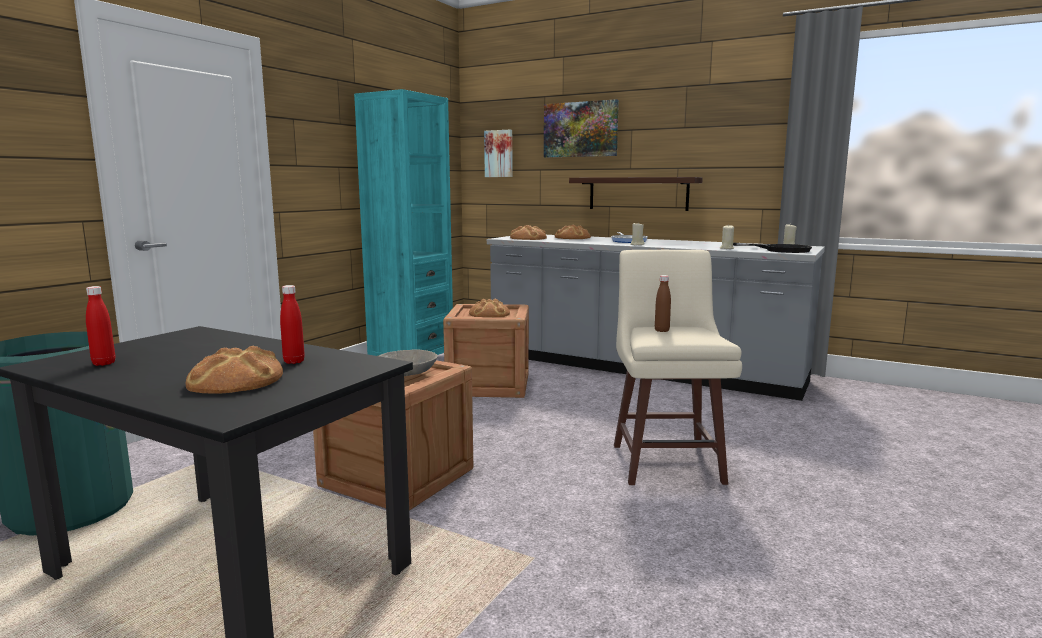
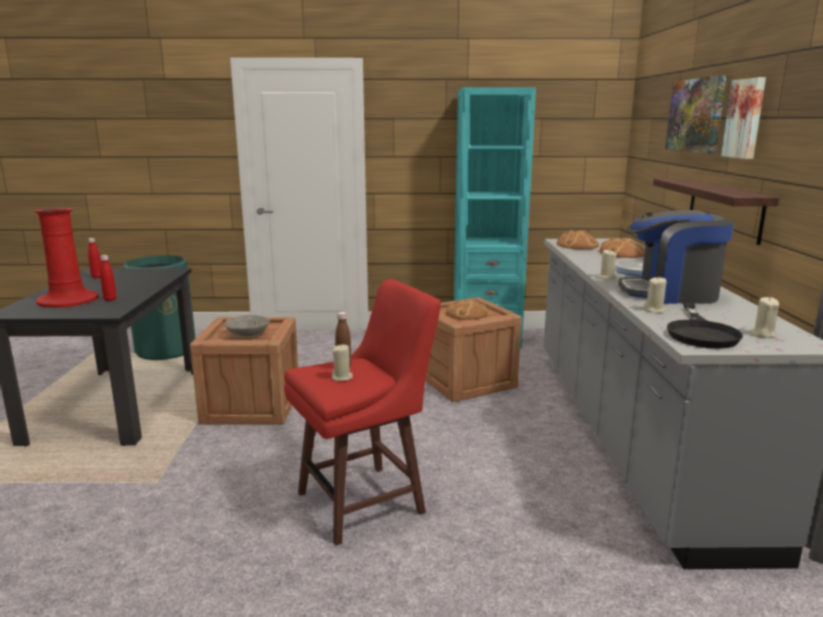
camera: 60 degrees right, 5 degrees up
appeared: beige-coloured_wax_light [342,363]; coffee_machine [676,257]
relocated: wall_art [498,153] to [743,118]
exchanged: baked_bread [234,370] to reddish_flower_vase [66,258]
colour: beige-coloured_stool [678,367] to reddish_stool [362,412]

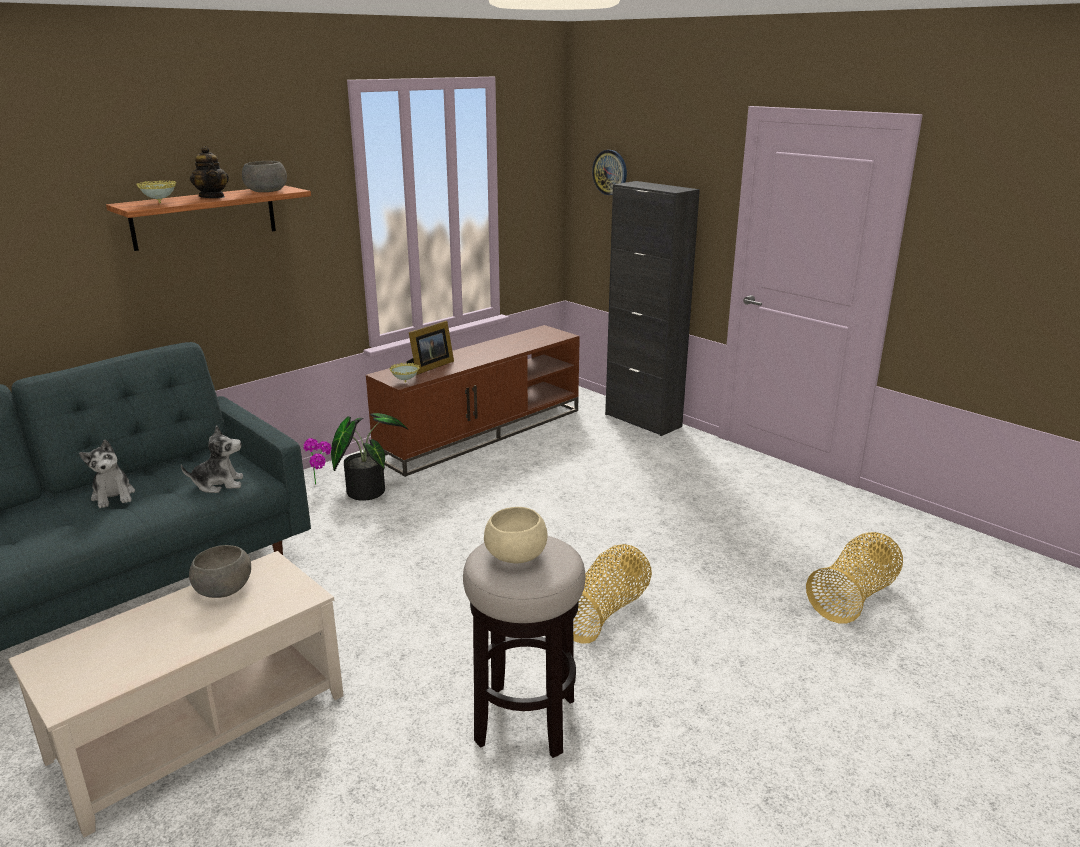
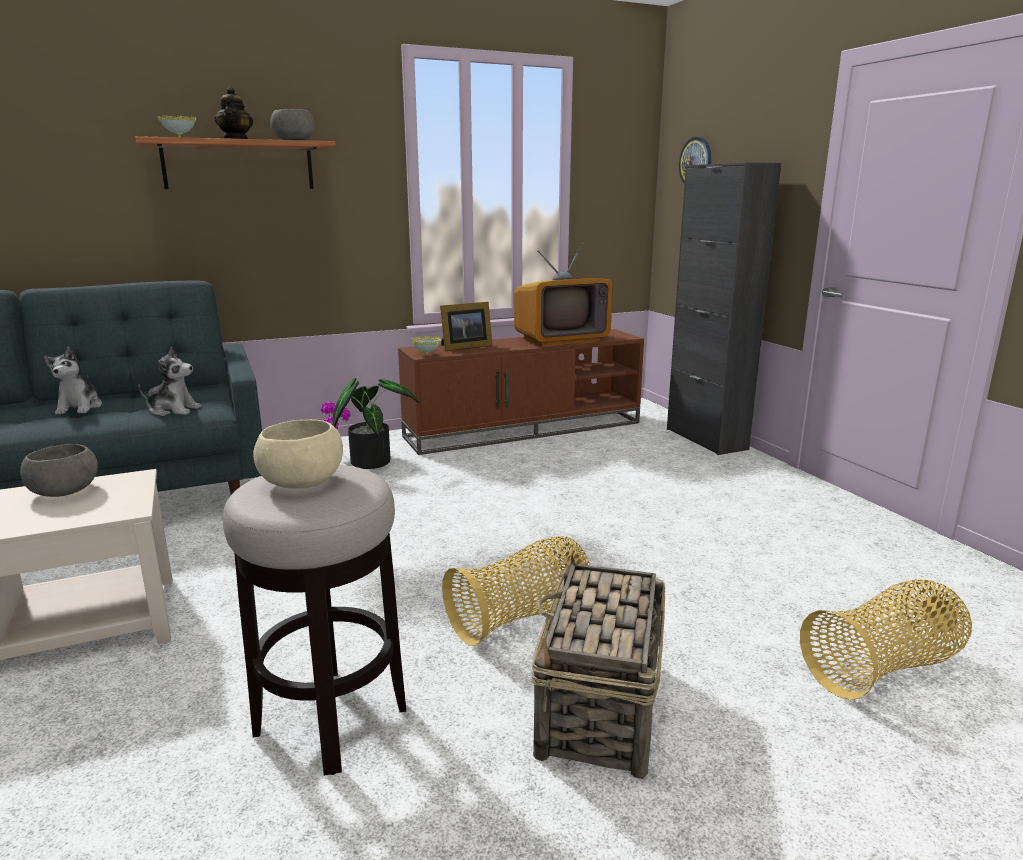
camera: 20 degrees right, 5 degrees down
appeared: TV_set [563,294]; household_basket [598,666]

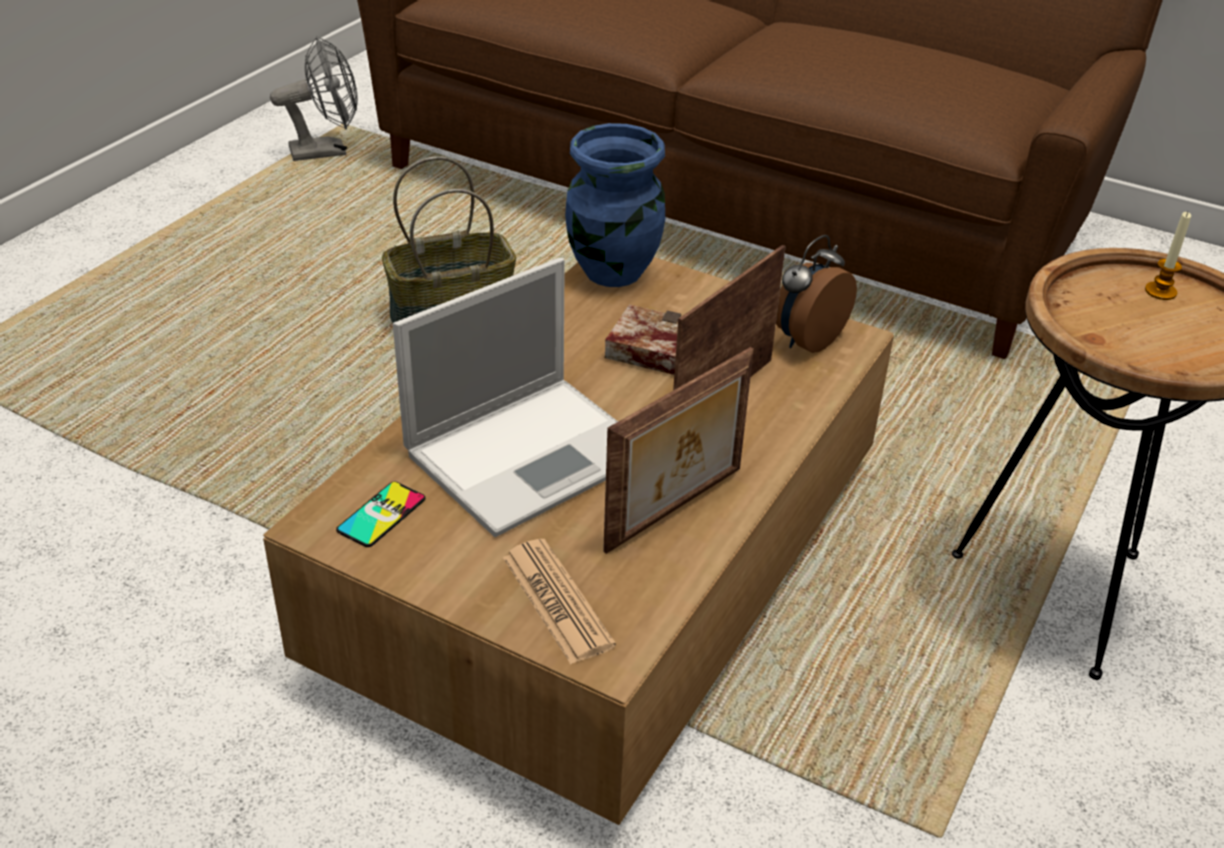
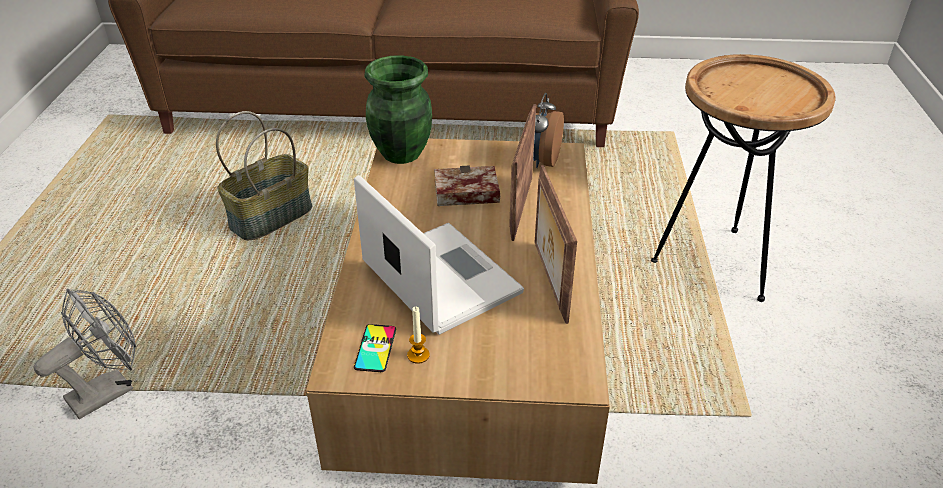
camera: 25 degrees left, 0 degrees up
missing: newspaper [559,601]
relocated: gray_electric_fan [314,98] to [85,354]; wax_light [1168,256] to [418,335]
colour: blue_flower_vase [615,205] to greenish_flower_vase [398,109]
spun: laptop [505,397] = [439,255] 60 degrees counterclockwise; photo_frame [678,450] = [556,244] 150 degrees clockwise

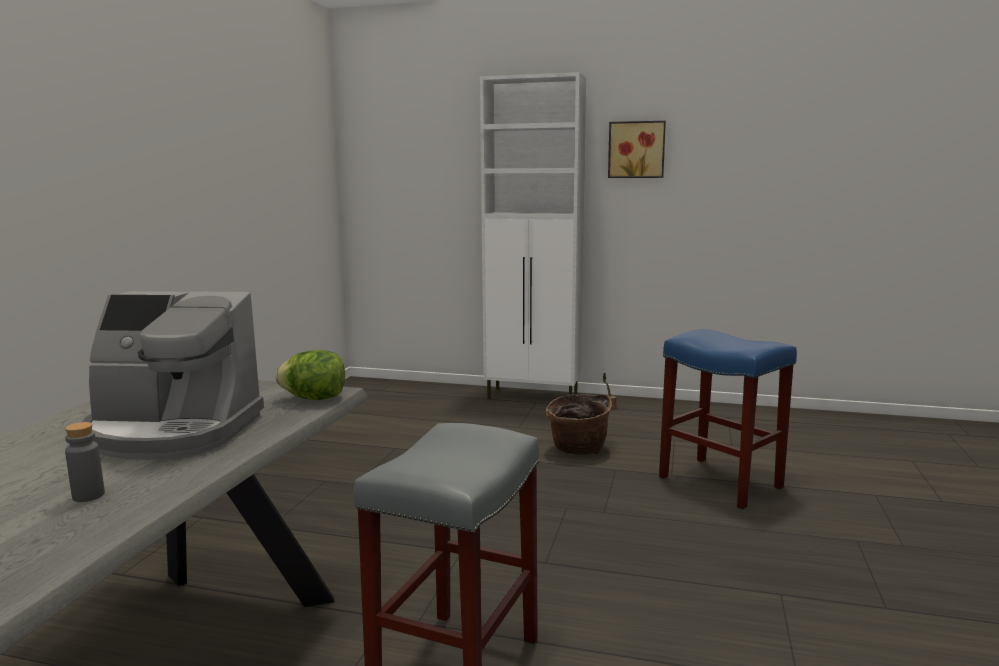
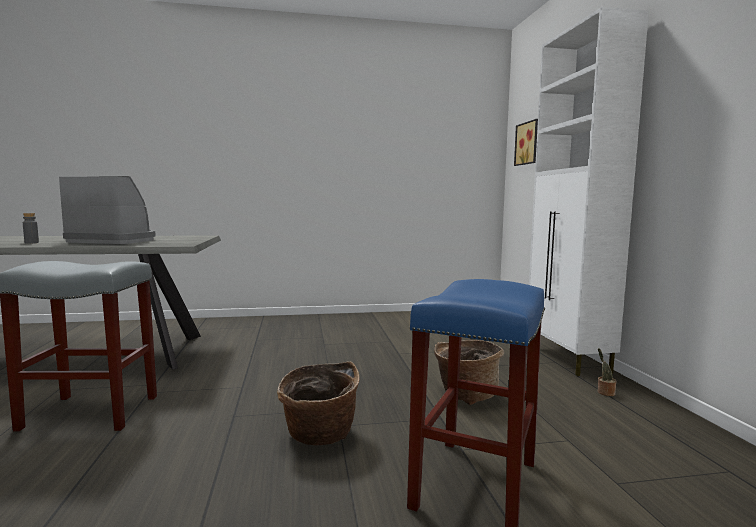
camera: 65 degrees right, 5 degrees down
missing: lettuce [310,375]
appeared: household_basket [318,403]
relocated: wall_art [637,149] to [526,142]
spun: coffee_machine [173,375] = [107,210] 120 degrees clockwise

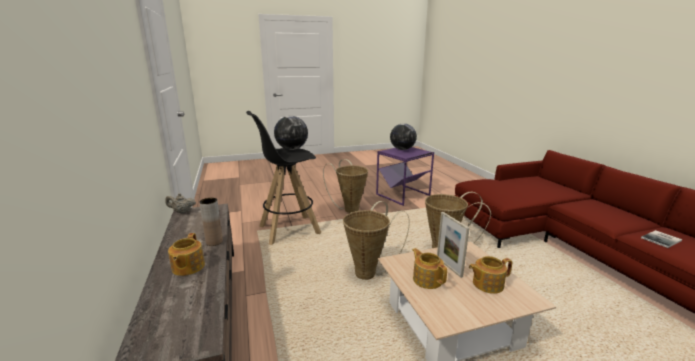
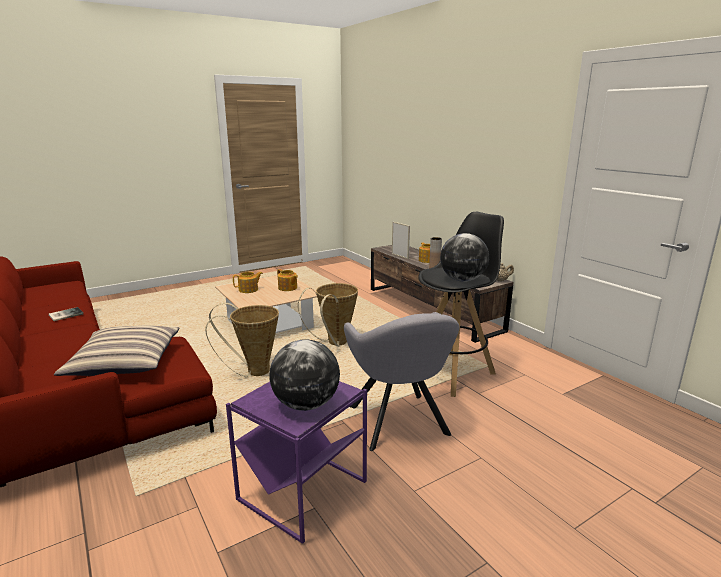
camera: 165 degrees right, 0 degrees up
appeared: pillow [116,351]
relocated: photo_frame [453,245] to [401,240]
exchanged: household_basket [345,186] to gray_easy_chair [402,381]

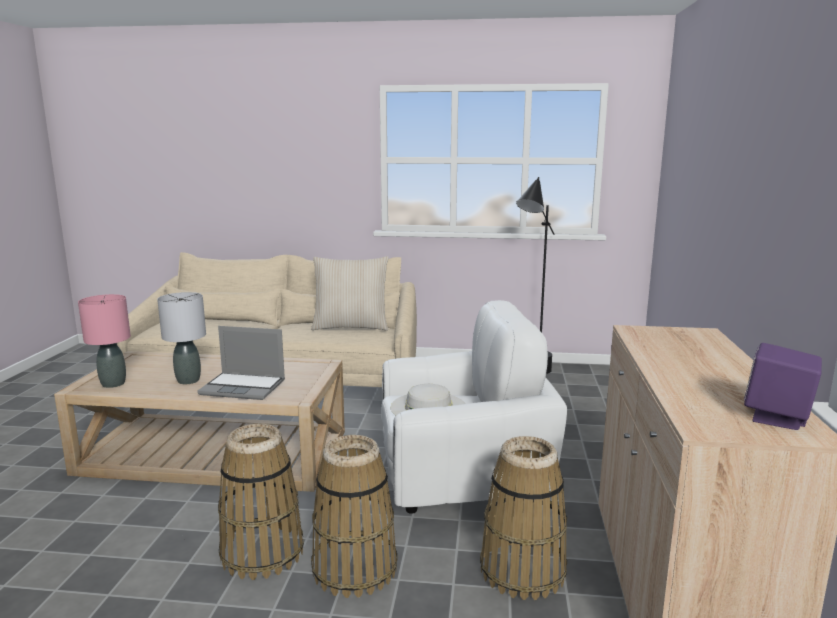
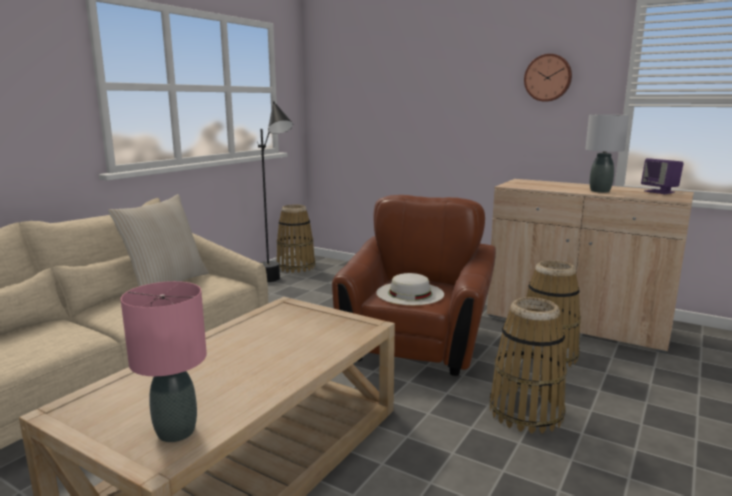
camera: 65 degrees left, 0 degrees up
missing: laptop [241,363]
appeared: wall_clock [548,78]
relocated: gray_table_lamp [181,338] to [607,153]; household_basket [261,502] to [295,239]
colour: whitish_easy_chair [474,407] to brown_easy_chair [414,285]

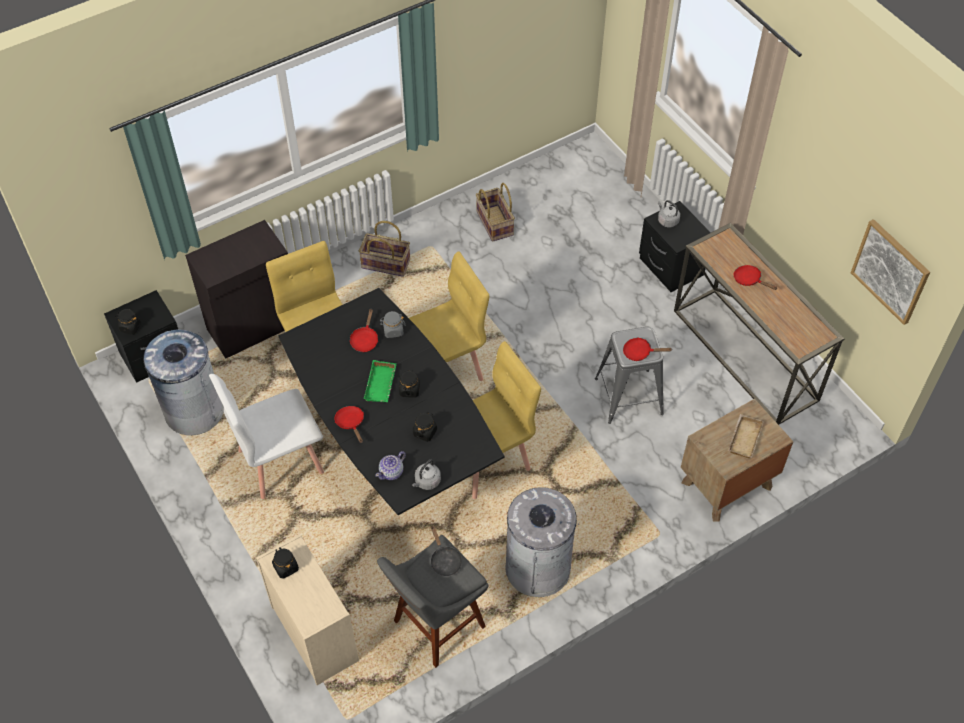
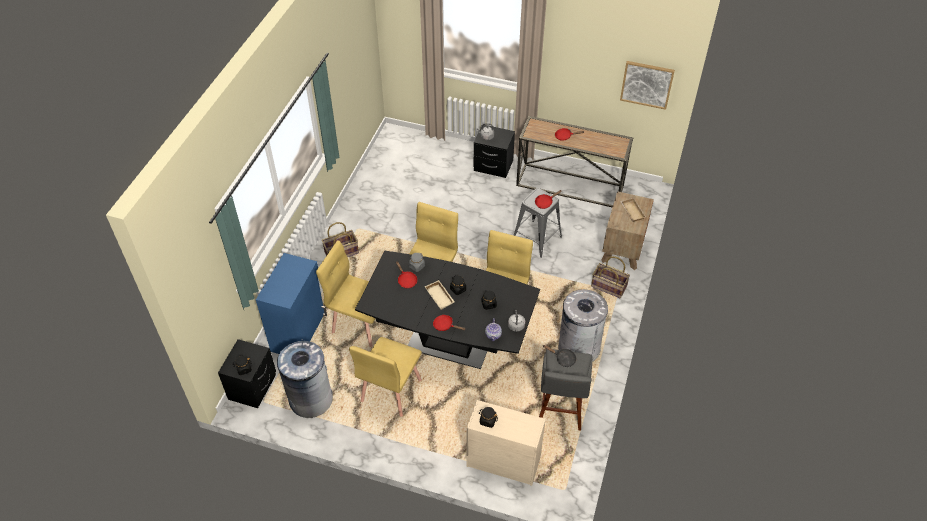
camera: 40 degrees left, 5 degrees down
relocated: household_basket [495,212] to [610,277]
colour: blackish_storage_cabinet [236,289] to blue_storage_cabinet [291,303]; whitish_upright_chair [266,436] to yellowish_upright_chair [385,377]; greenish_carrying_tray [380,381] to beige-coloured_carrying_tray [440,295]

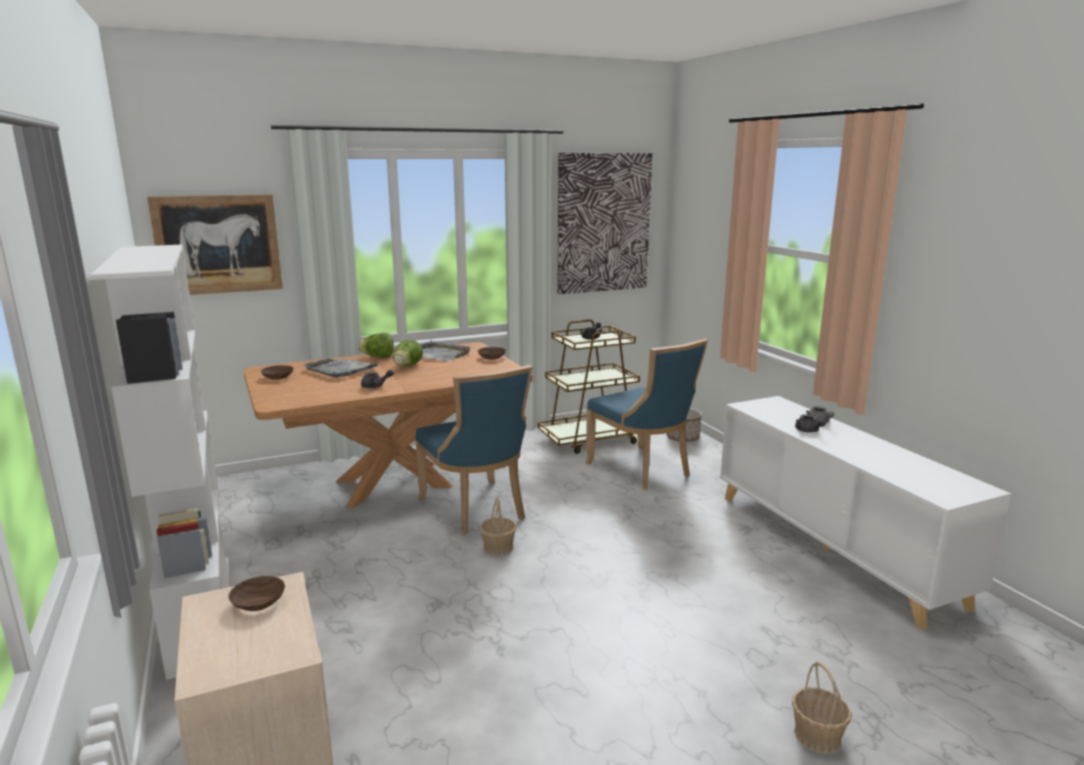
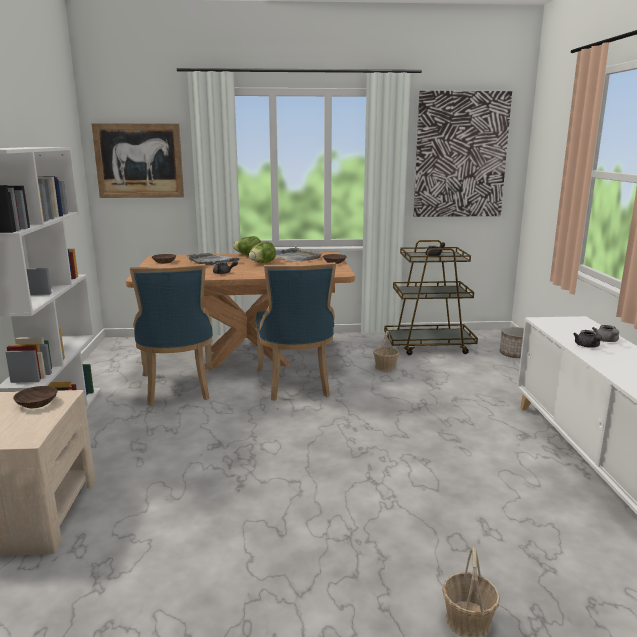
camera: 20 degrees right, 0 degrees up
relocated: household_basket [498,526] to [386,351]; blue_upright_chair [646,414] to [171,335]

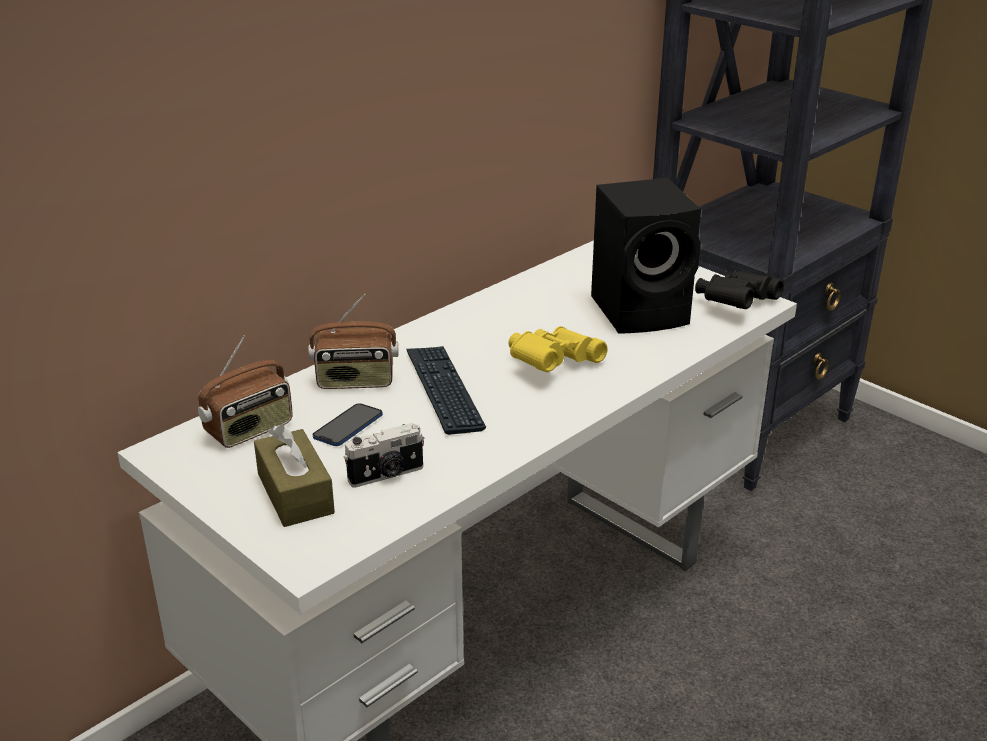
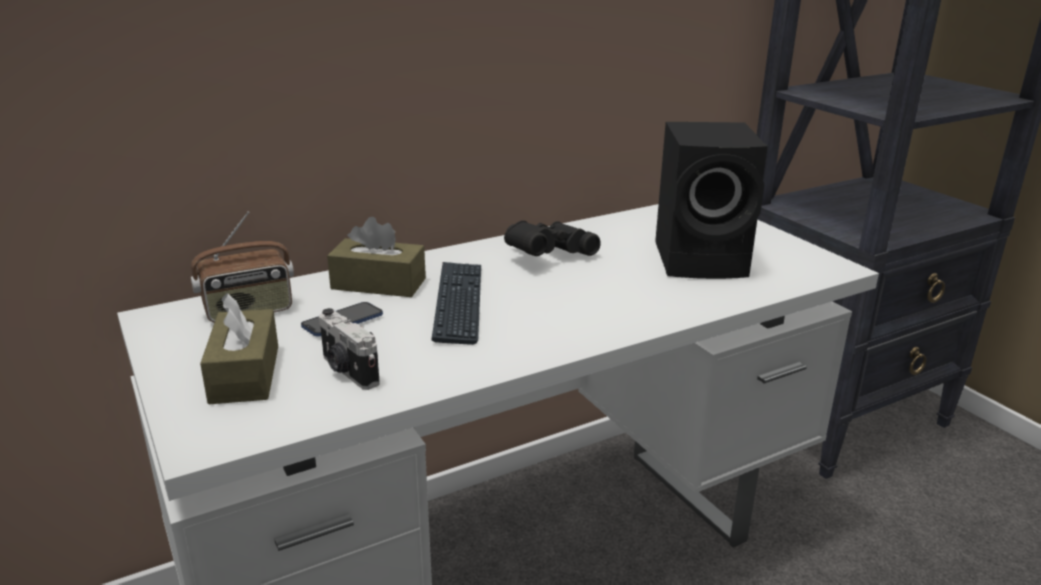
camera: 15 degrees right, 5 degrees down
missing: yellowish_field_glasses [558,349]
relocated: blackish_field_glasses [739,289] to [552,238]
exchanged: radio [353,341] to brown_tissue_holder [376,257]
spun: photo_camera [383,455] = [349,349] 60 degrees clockwise

